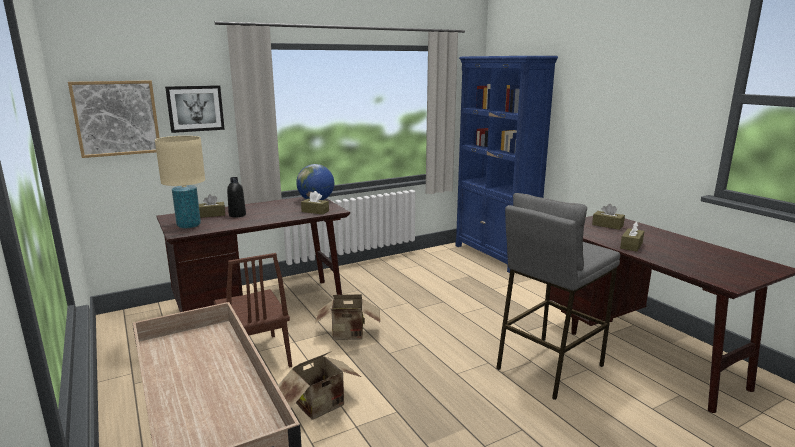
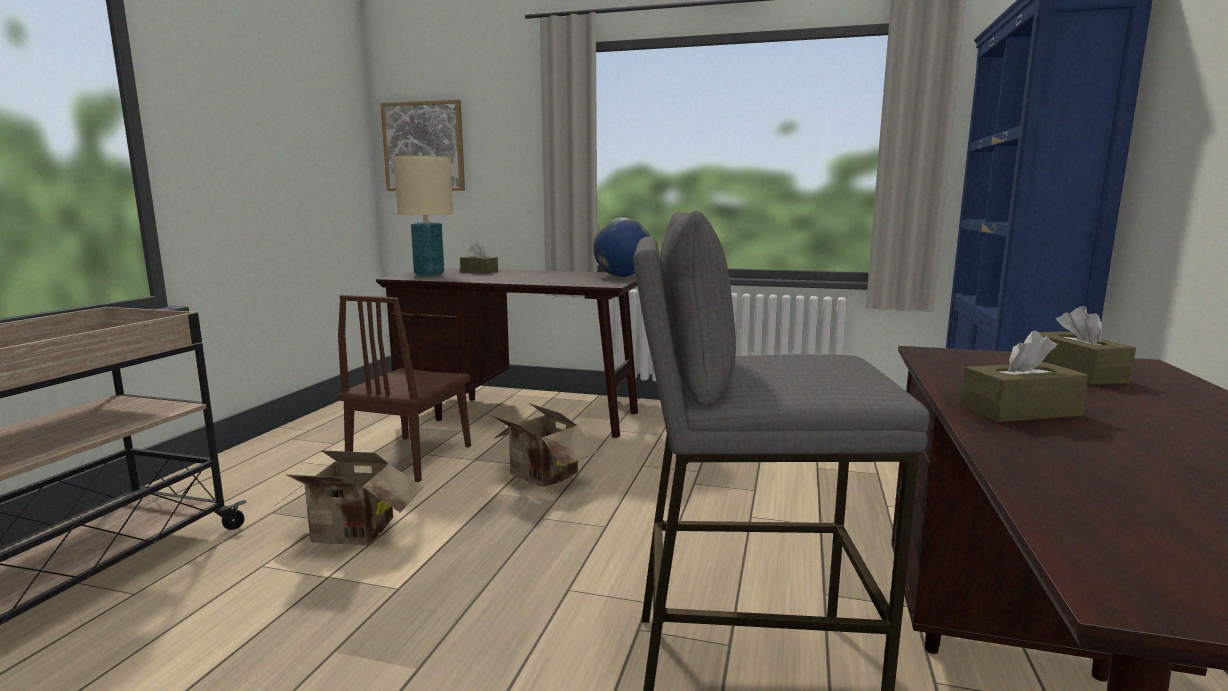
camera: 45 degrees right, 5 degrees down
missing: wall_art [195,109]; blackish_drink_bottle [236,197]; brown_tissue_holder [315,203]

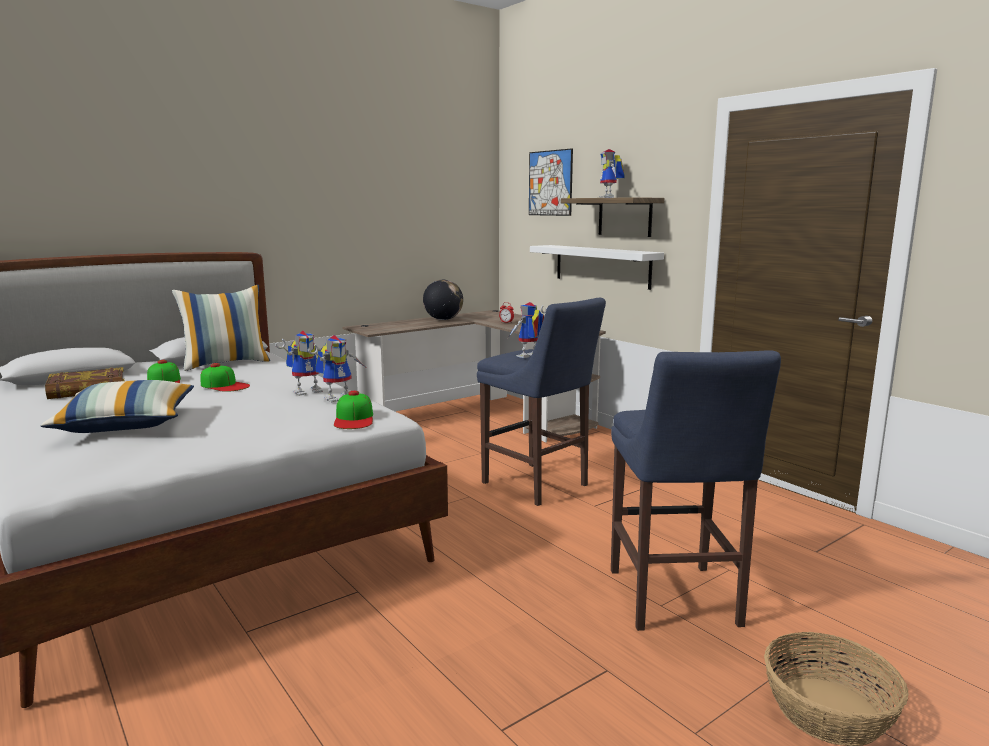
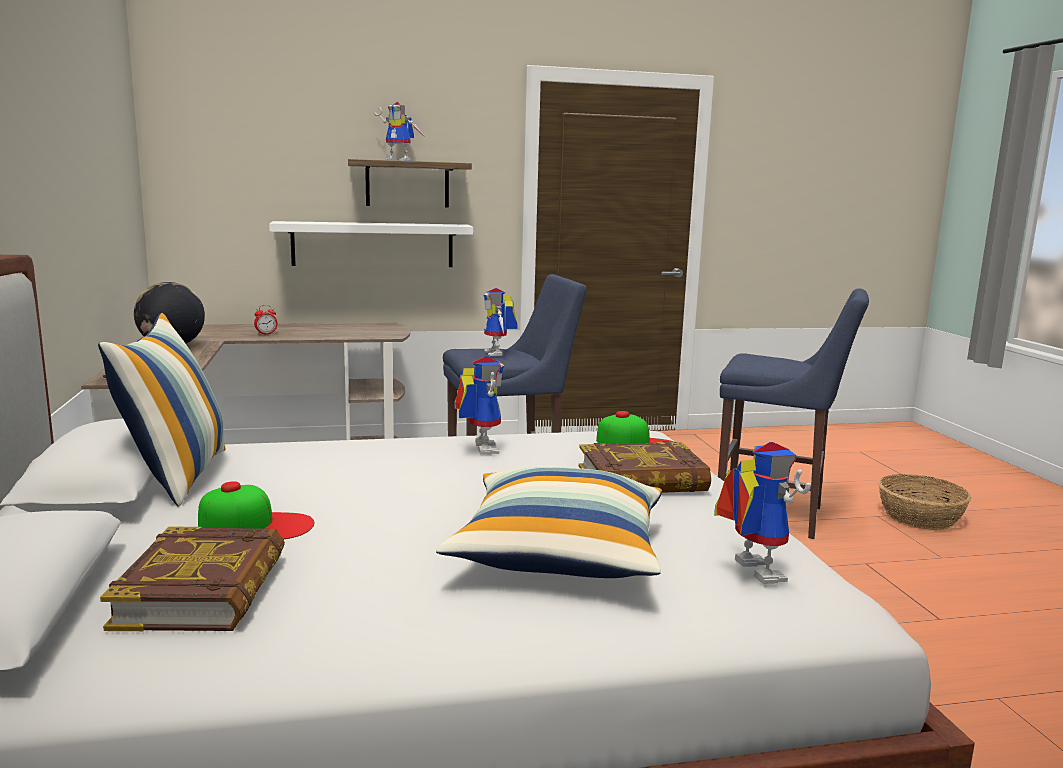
camera: 65 degrees left, 0 degrees up
missing: cap [225,377]; wall_art [551,182]
appeared: bound_book [645,467]
relocated: model_robot [337,368] to [762,513]

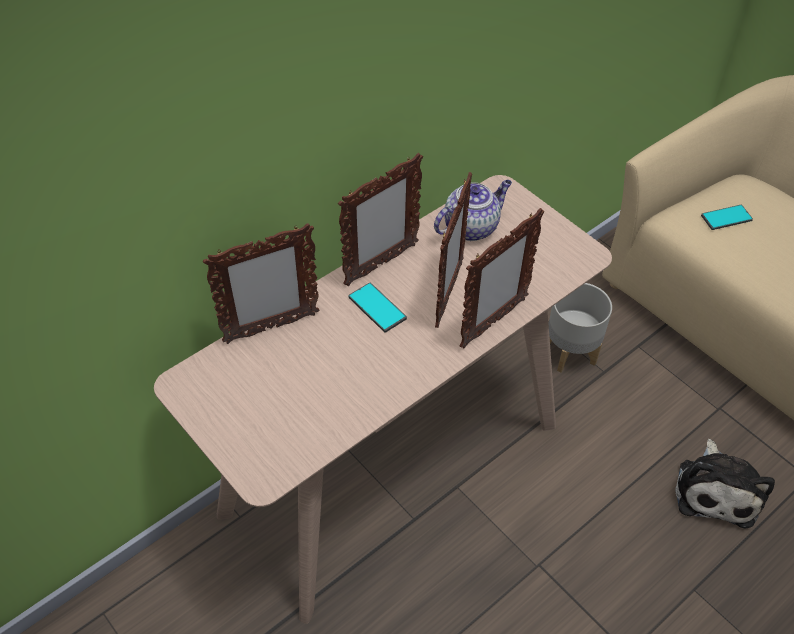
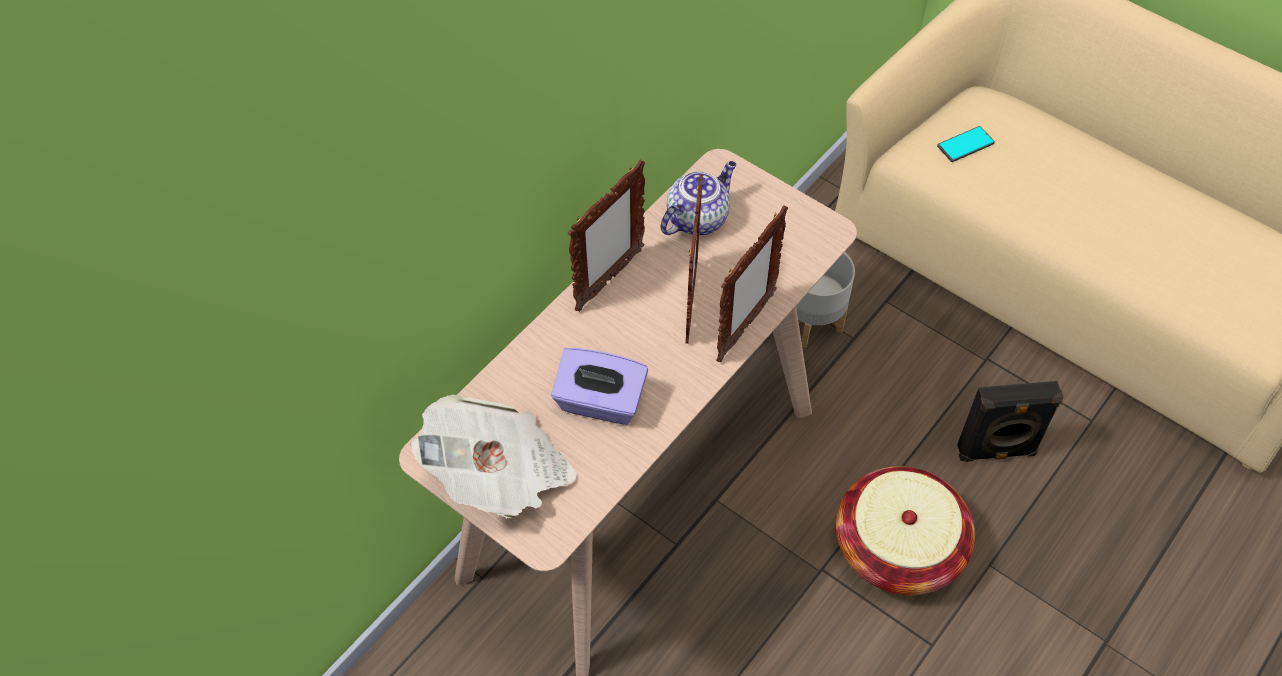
camera: 10 degrees left, 5 degrees up
missing: photo_frame [261,283]; phone [377,308]
appeared: newspaper [493,456]; purplish_tissue_holder [599,386]; household_basket [905,530]
exchanged: plush_toy [725,483] to blackish_speaker [1010,421]

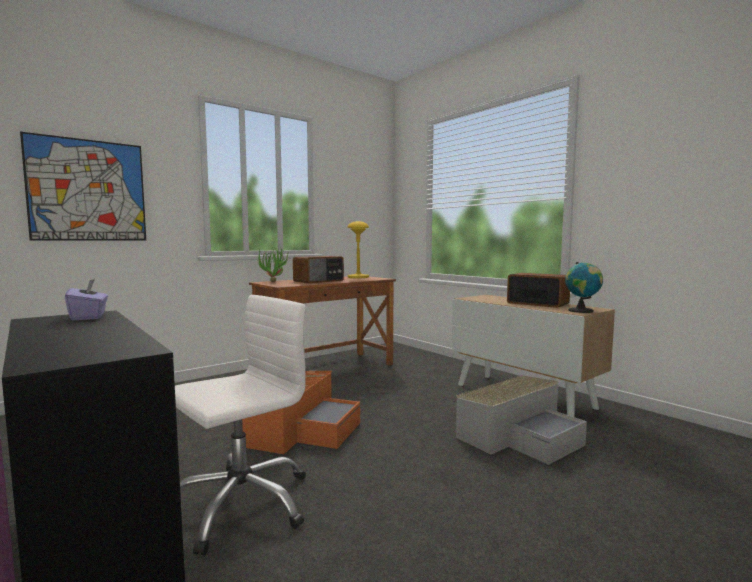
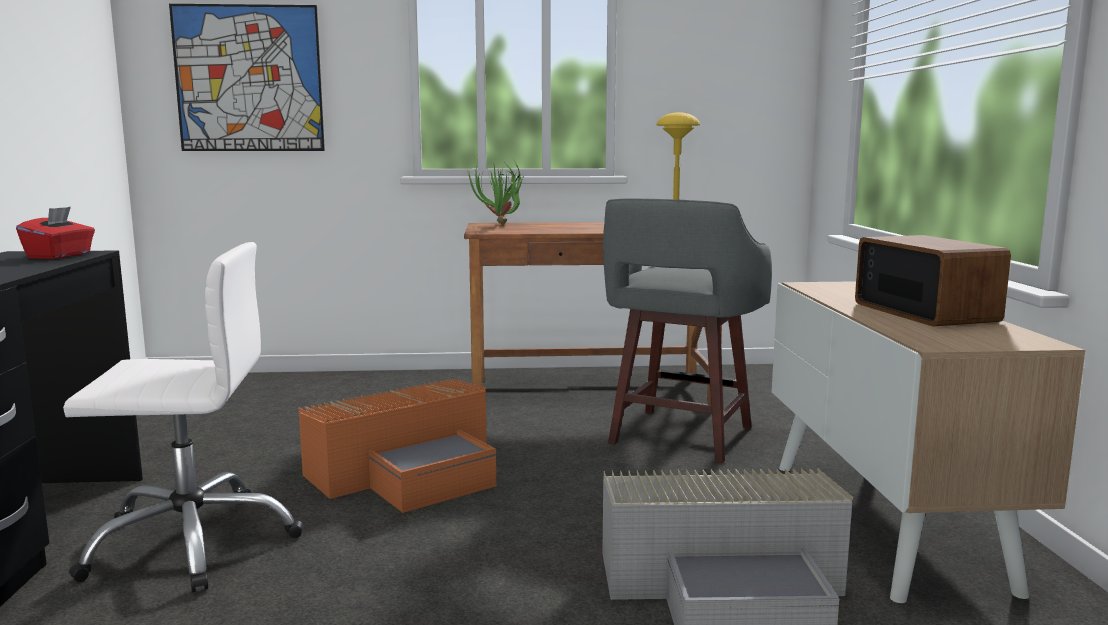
camera: 35 degrees right, 5 degrees up
missing: radio [318,269]; globe [584,287]
appeared: gray_stool [687,330]
colour: purplish_tissue_holder [86,299] to reddish_tissue_holder [55,233]

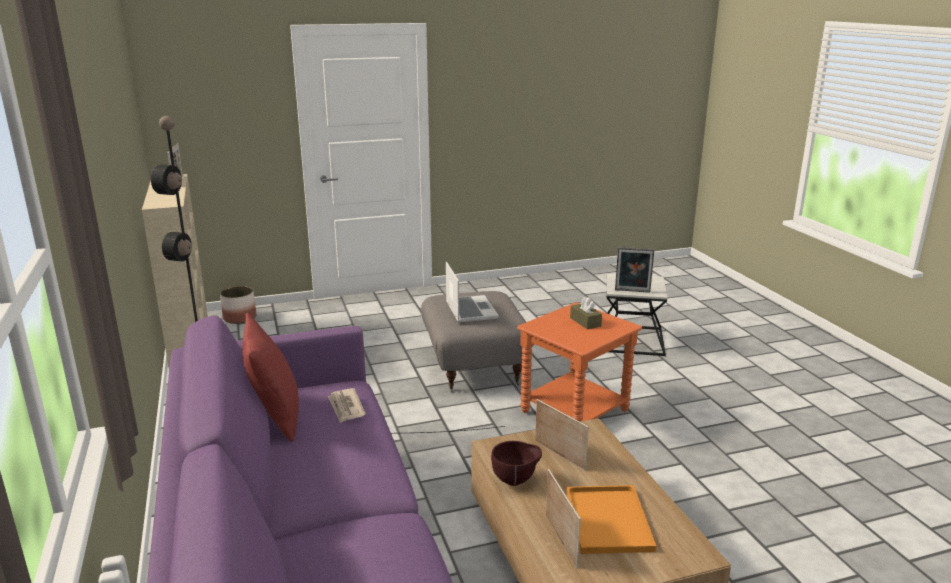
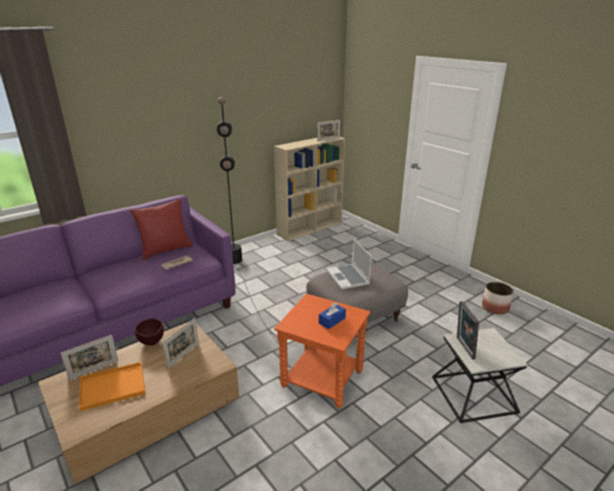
camera: 70 degrees right, 5 degrees up
relocated: plant_pot [238,305] to [498,298]
colour: brown_tissue_holder [586,313] to blue_tissue_holder [332,315]
spun: laptop [472,292] = [349,264] 105 degrees clockwise

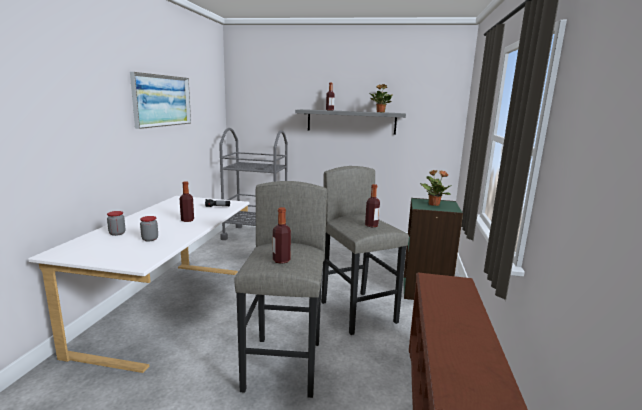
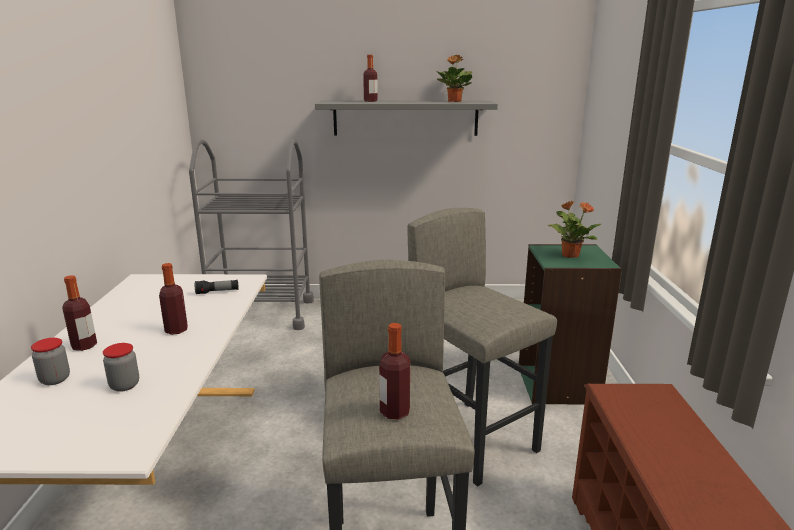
camera: 10 degrees left, 5 degrees up
missing: wall_art [160,100]
relocated: drink_bottle [372,205] to [79,313]

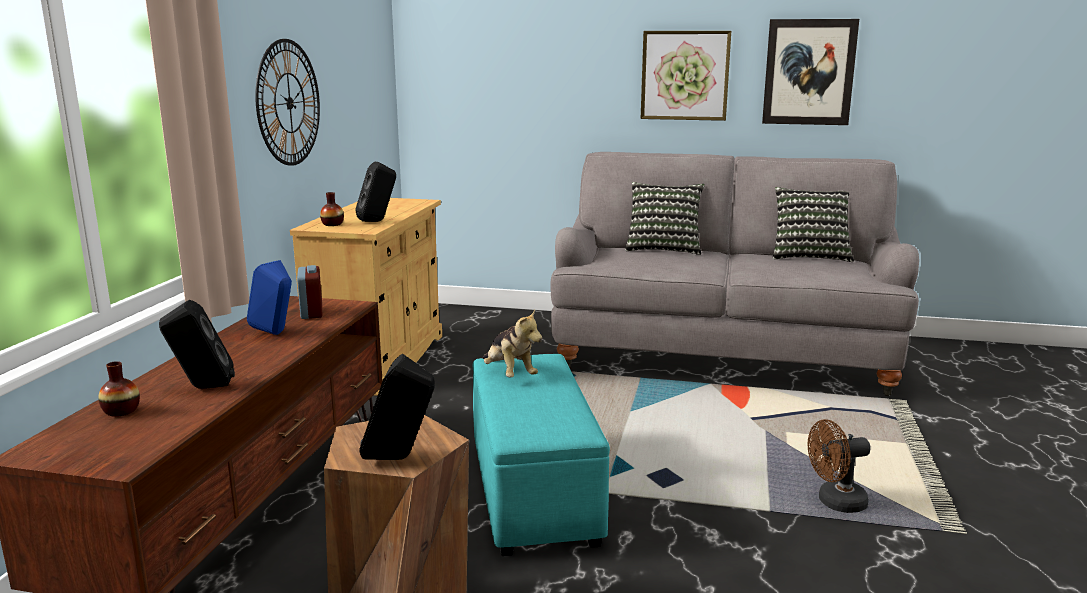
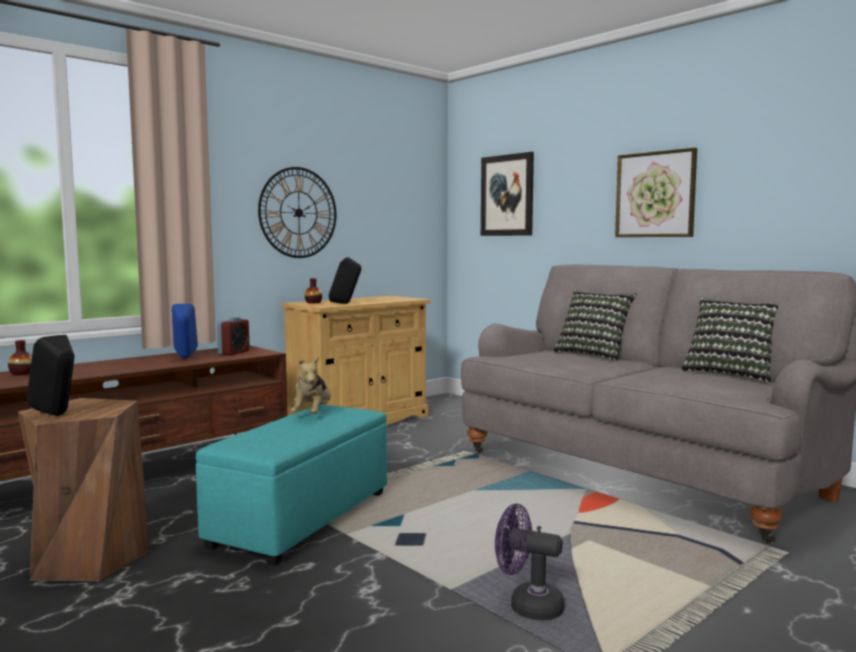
camera: 35 degrees right, 10 degrees down
missing: blackish_speaker [197,344]
relocated: wall_art [810,72] to [507,194]
colour: brown_electric_fan [839,466] to purplish_electric_fan [529,562]

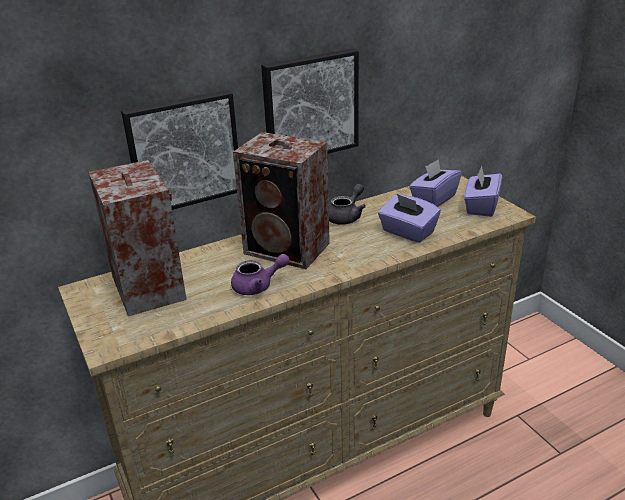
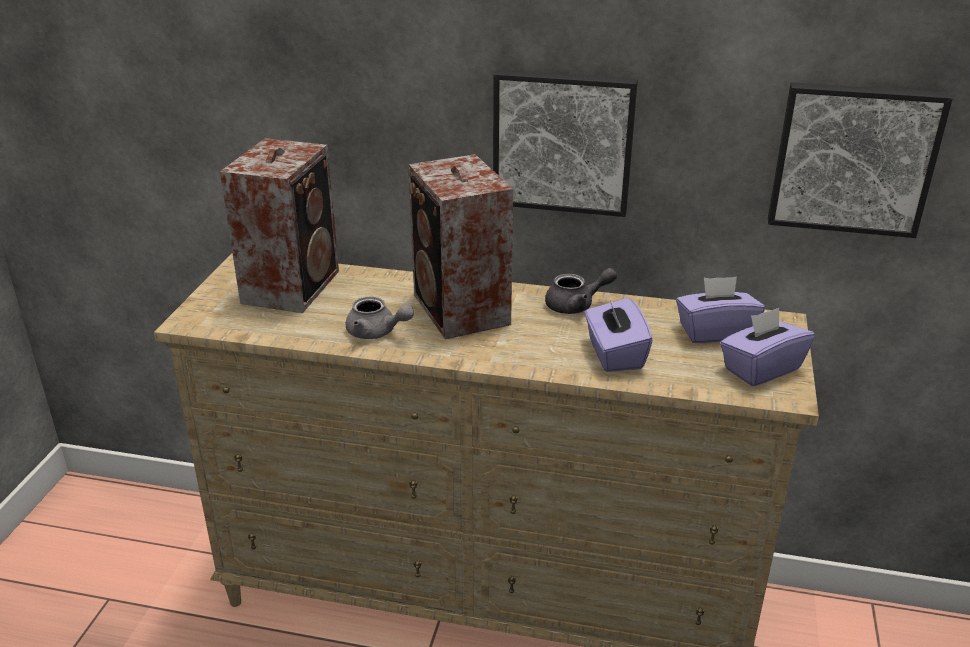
camera: 40 degrees right, 0 degrees up
relocated: wall_art [179,150] to [860,160]
colour: purplish_tea_pot [260,274] to gray_tea_pot [379,318]

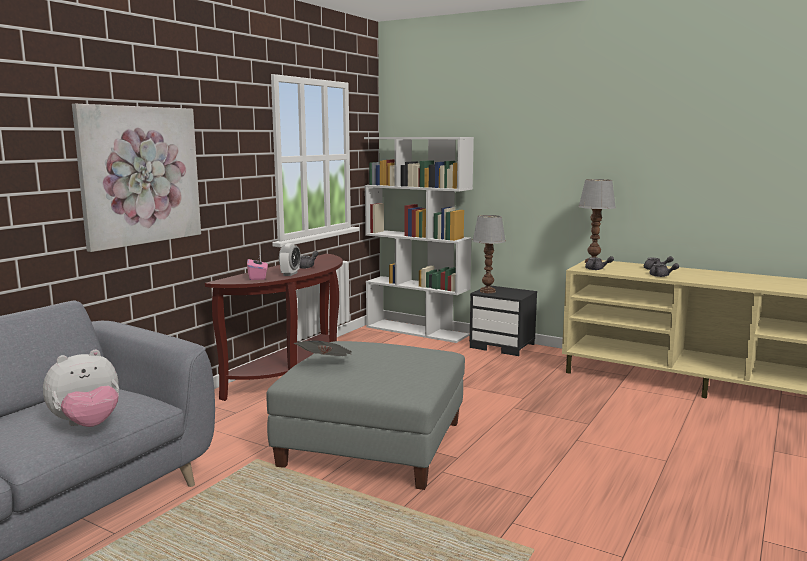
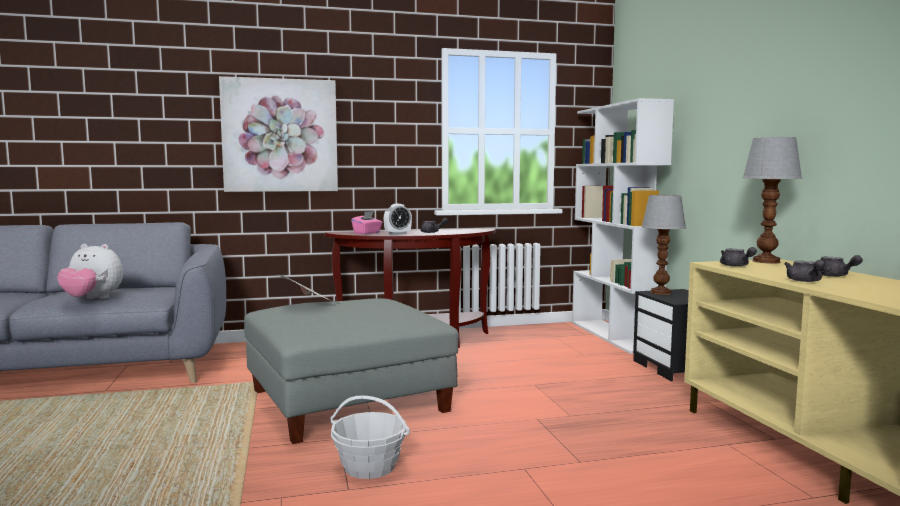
camera: 45 degrees right, 5 degrees down
appeared: household_basket [370,437]

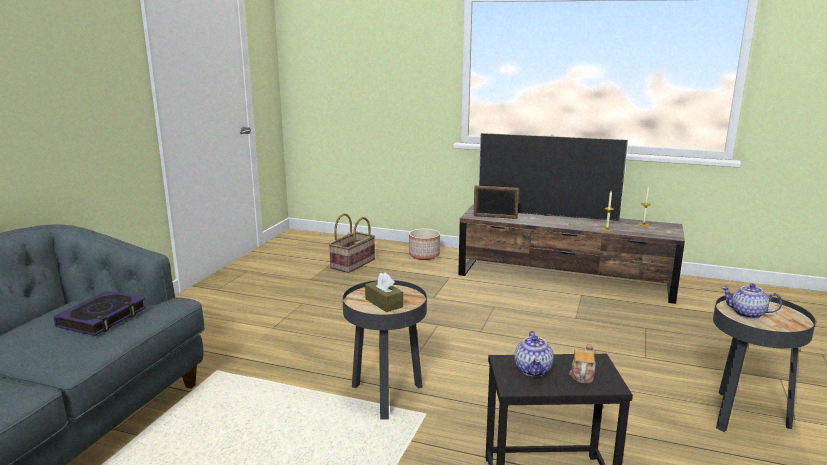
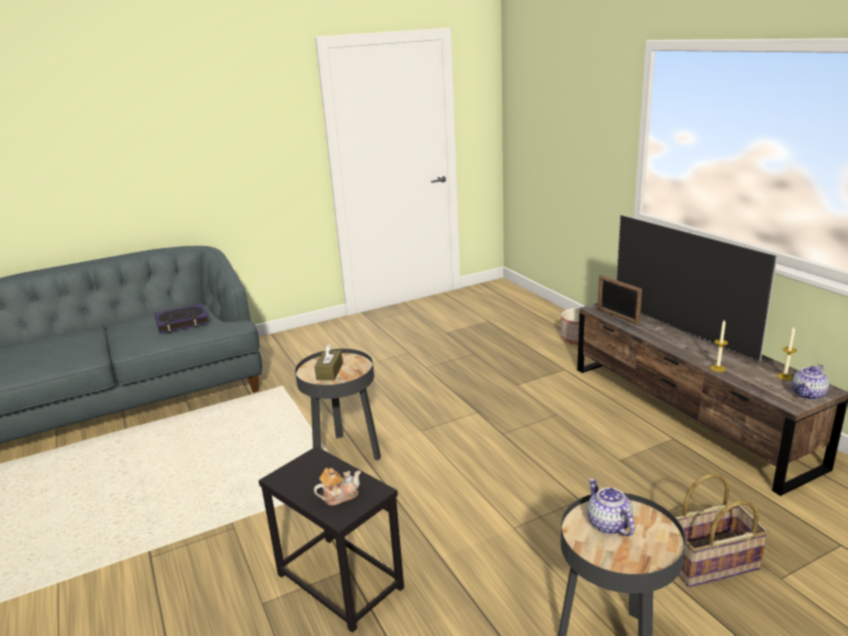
camera: 45 degrees right, 5 degrees up
relocated: household_basket [352,243] to [722,530]; tea_pot [534,353] to [810,382]

